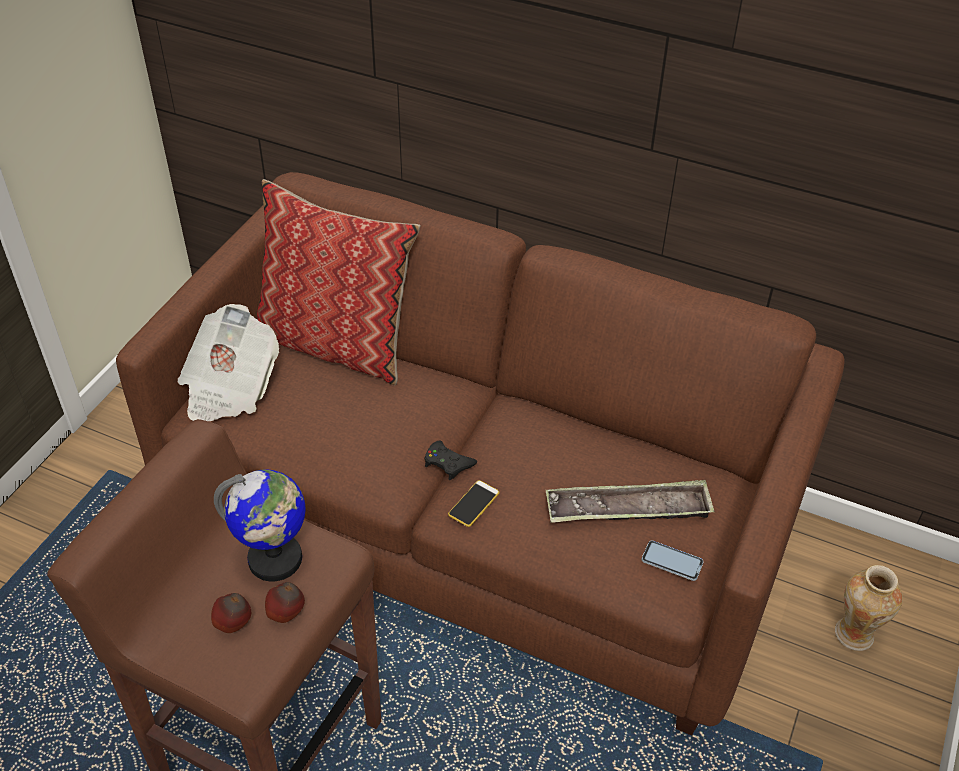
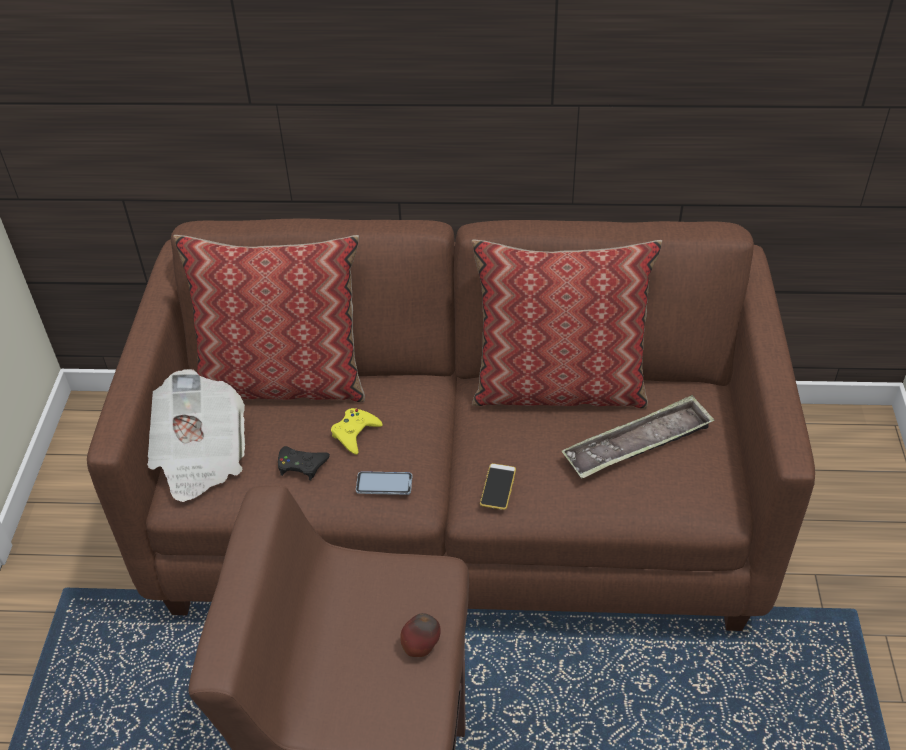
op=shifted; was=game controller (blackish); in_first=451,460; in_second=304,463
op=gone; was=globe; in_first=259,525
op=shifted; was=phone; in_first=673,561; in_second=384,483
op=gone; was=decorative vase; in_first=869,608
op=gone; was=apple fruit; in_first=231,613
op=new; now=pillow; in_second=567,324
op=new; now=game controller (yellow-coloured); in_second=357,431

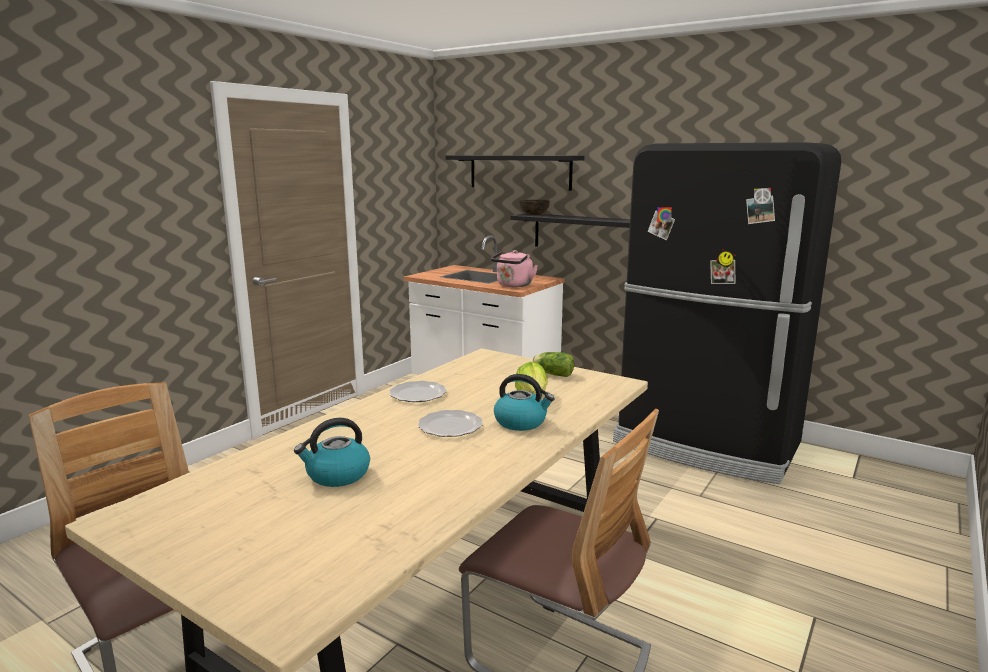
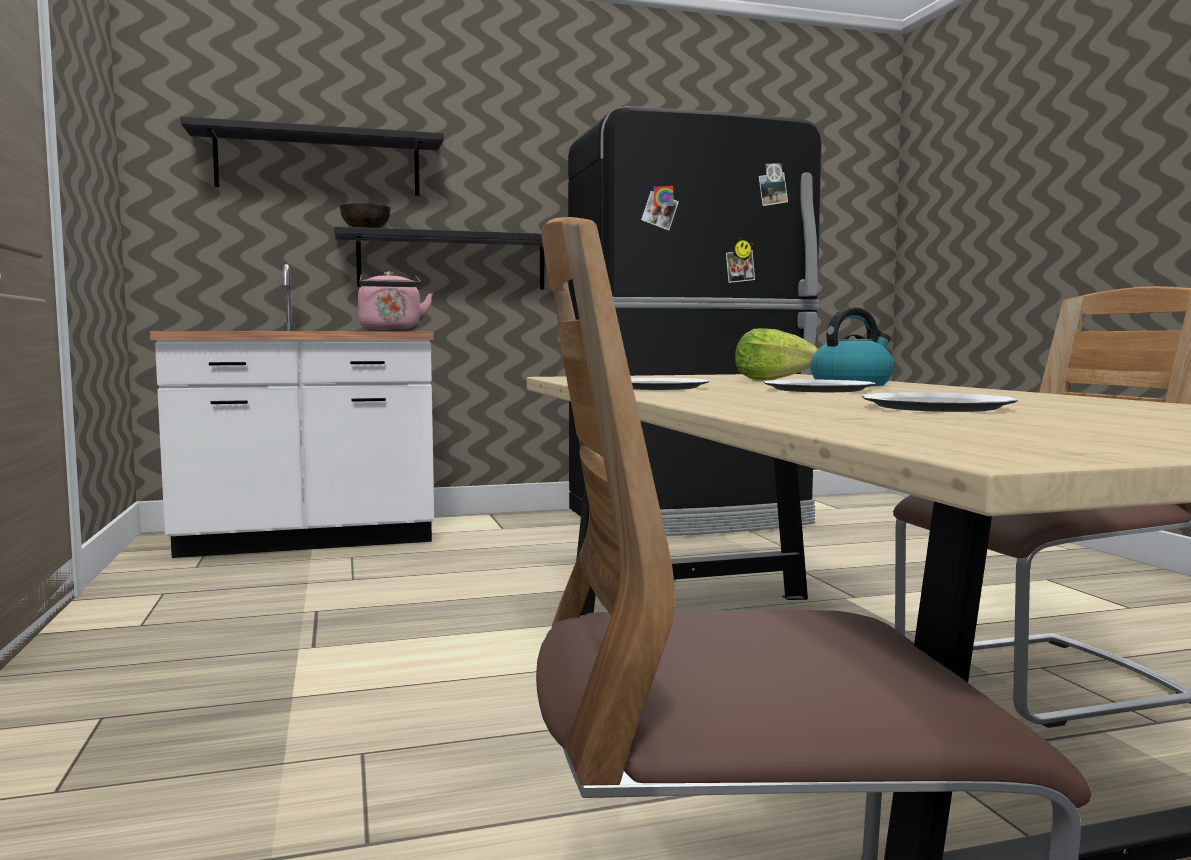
op=gone; was=lettuce; in_first=553,364
op=swapped; was=kettle; now=plate; in_first=332,452; in_second=940,402

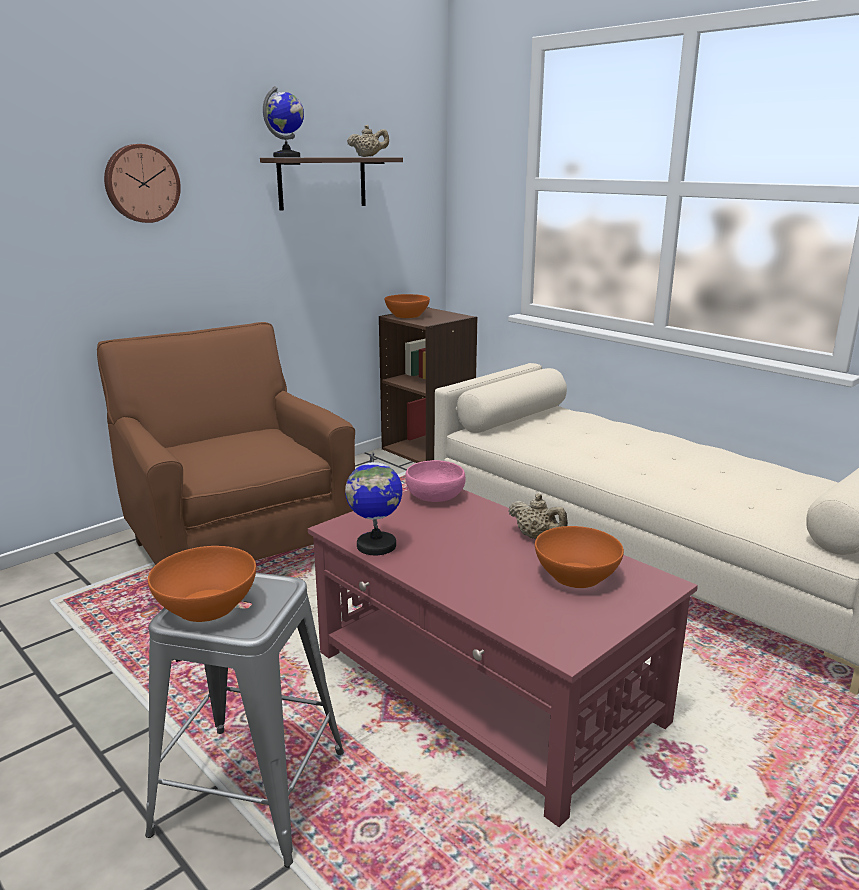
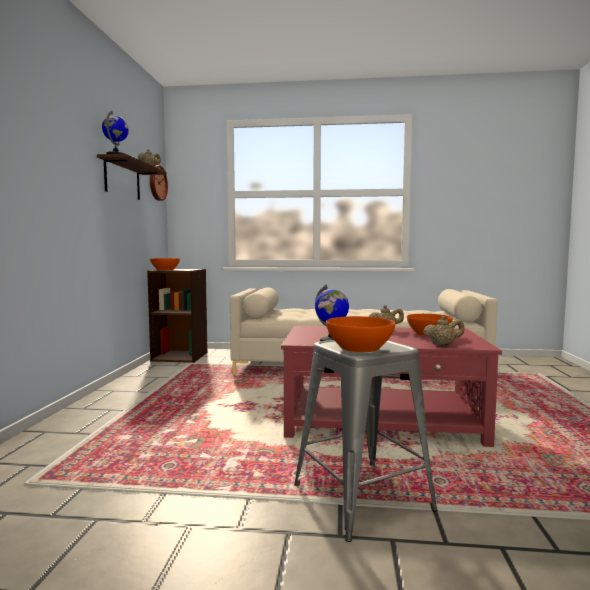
op=shifted; was=hanging clock; in_first=142,183; in_second=159,183
op=gone; was=lounge chair (brown-coloured); in_first=226,443
op=gone; was=bowl (pinkish); in_first=435,481
op=new; now=pot for tea (beige); in_second=443,331

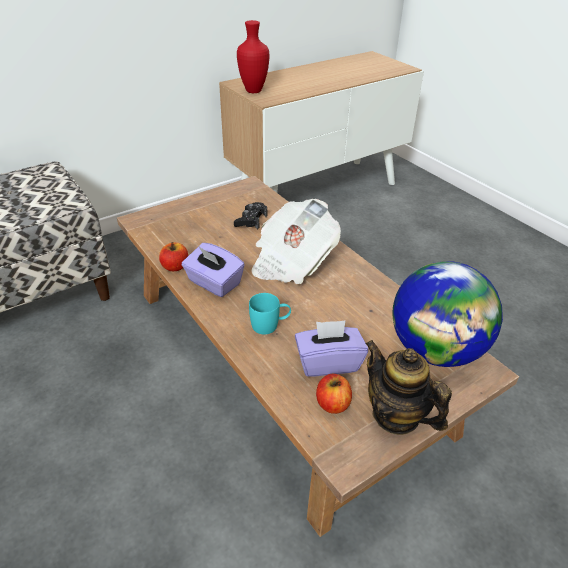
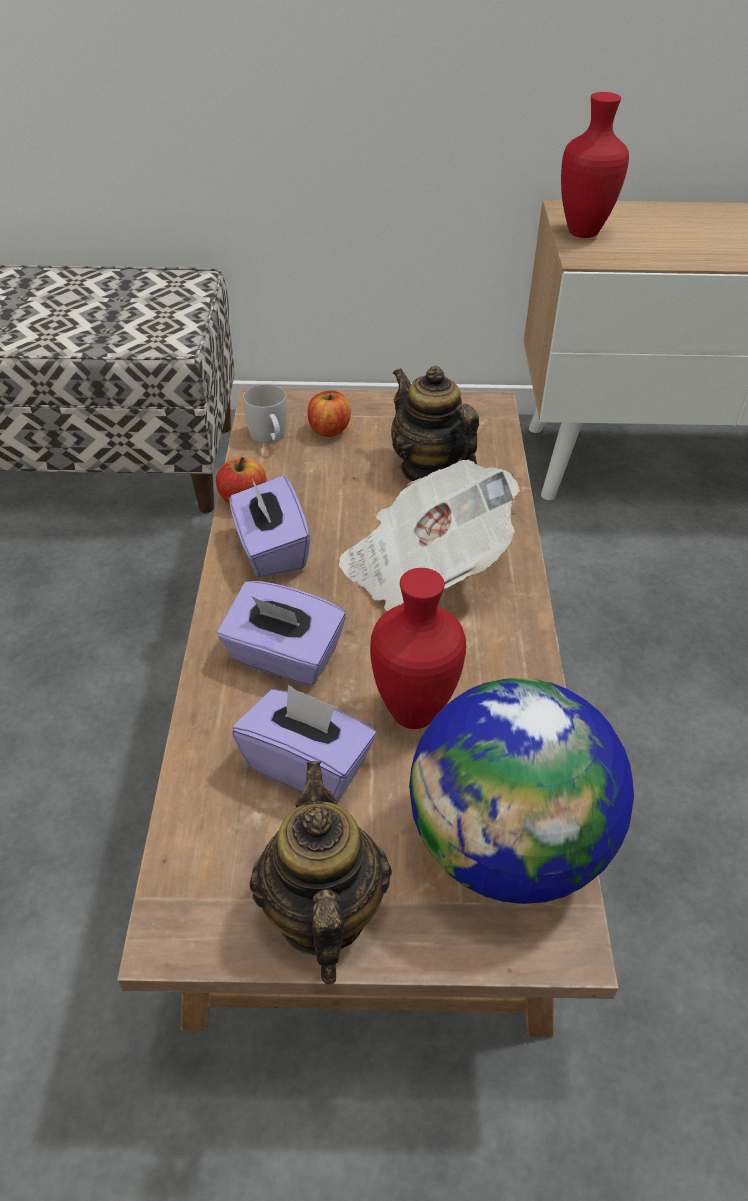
op=swapped; was=game controller (blackish); now=pot for tea; in_first=251,216; in_second=435,424
op=swapped; was=tea mug (blue-green); now=tissue box (purple-coloured); in_first=270,314; in_second=282,633
op=shifted; was=apple fruit; in_first=334,394; in_second=329,414
op=new; now=tea mug (white); in_second=265,413
op=new; now=decorative vase (reddish); in_second=418,648

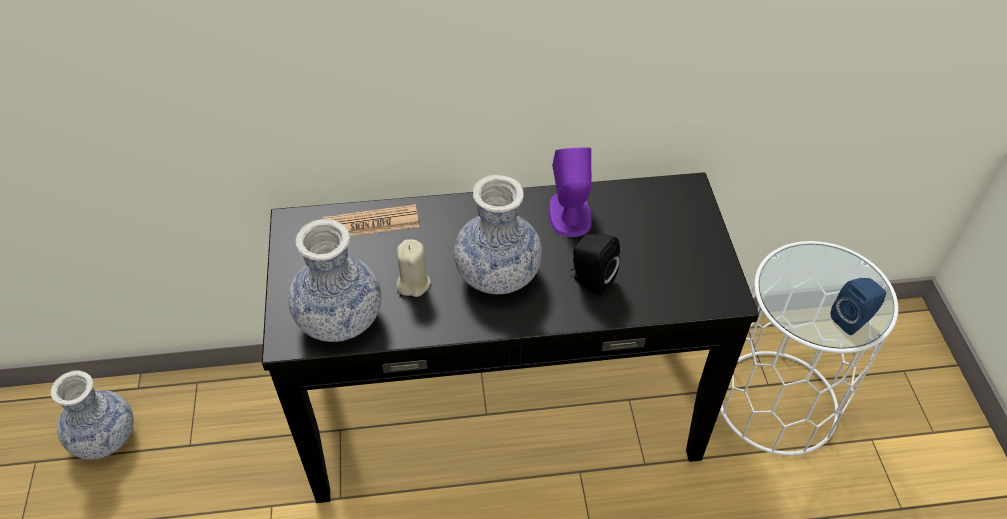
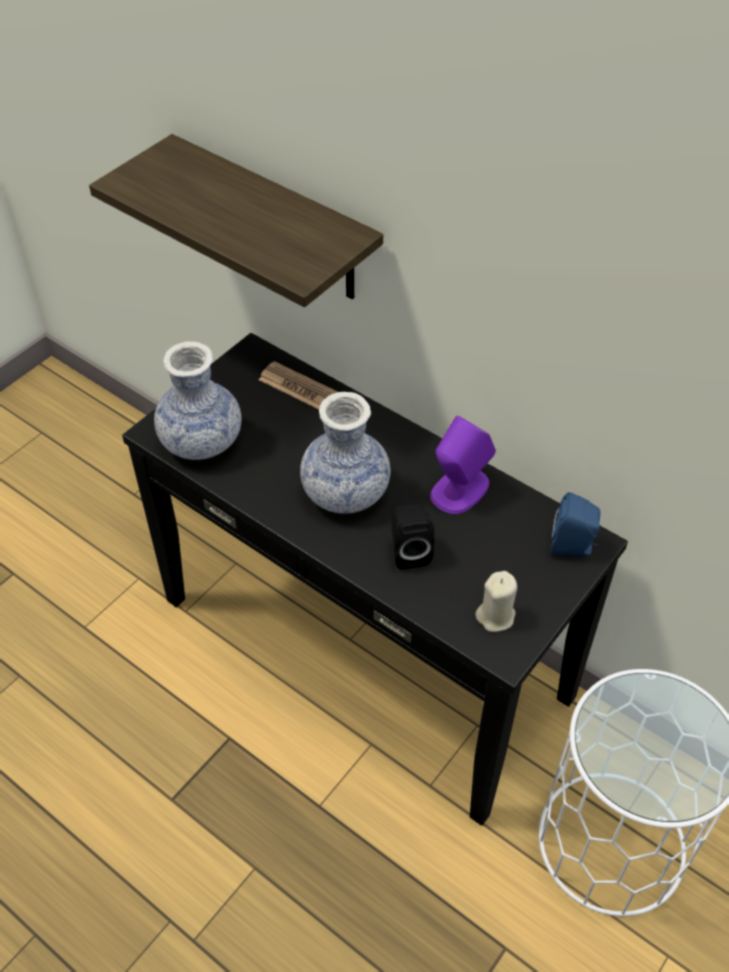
op=shifted; was=wax candle (beige); in_first=414,268; in_second=496,601
op=shifted; was=audio speaker (blue-coloured); in_first=858,306; in_second=575,524
op=gone; was=decorative vase; in_first=92,415
op=new; now=wall shelf; in_second=236,220

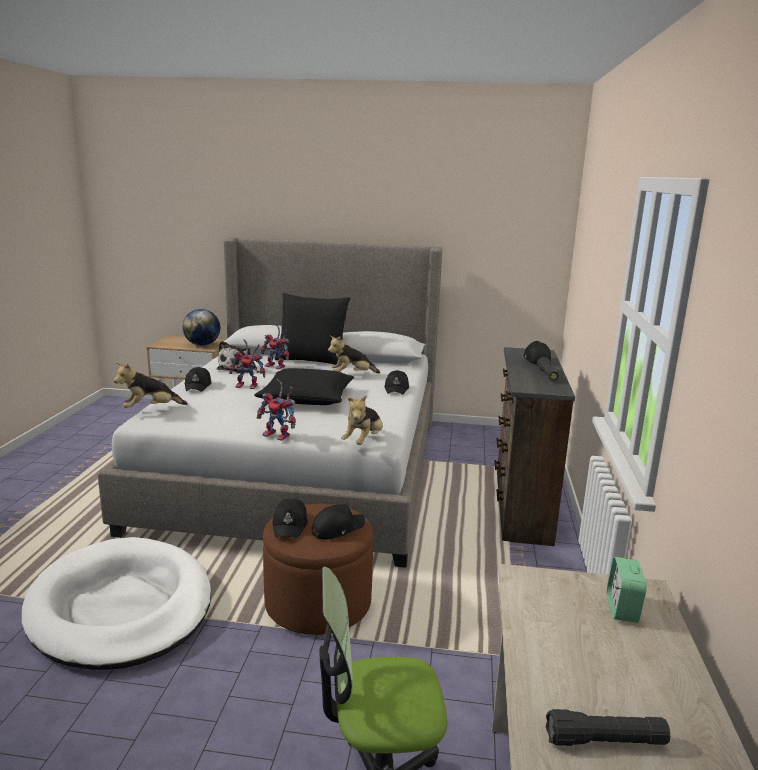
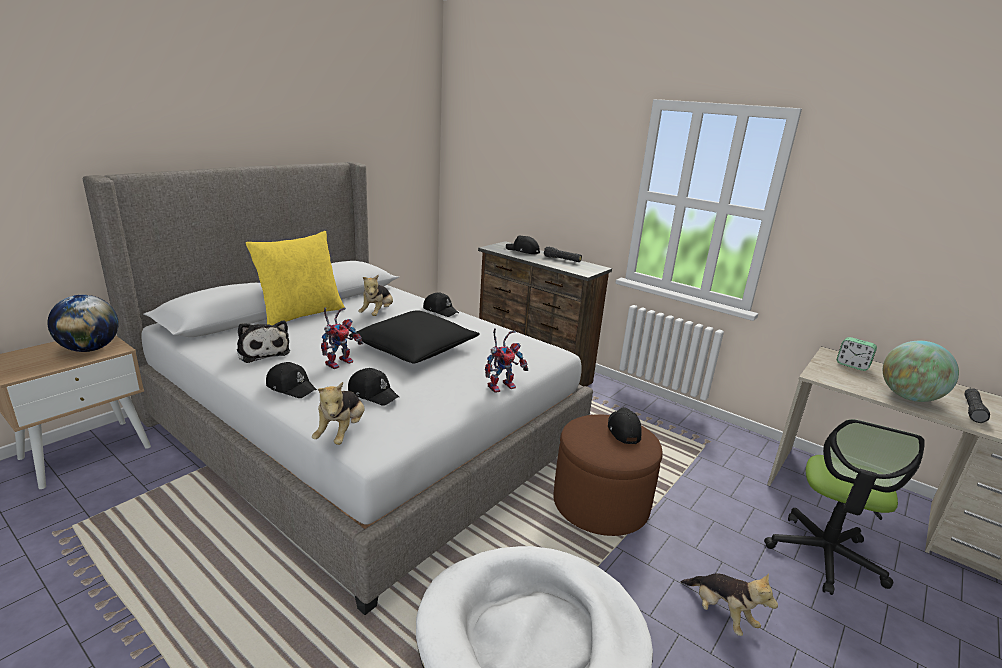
op=repainted; was=pillow (blackish); now=pillow (yellow-coloured); in_first=312,329; in_second=295,278
op=gone; was=model robot; in_first=275,346
op=shifted; was=cuddly toy; in_first=362,420; in_second=729,604
op=shifted; was=baseball cap (blackish); in_first=290,518; in_second=373,386
op=new; now=globe; in_second=921,371

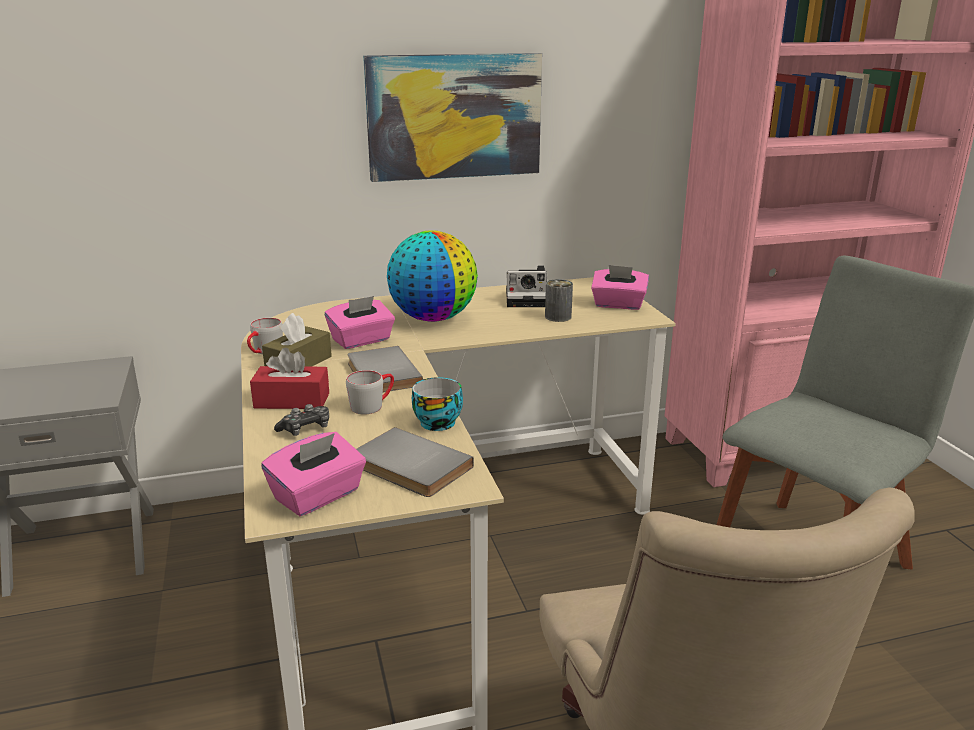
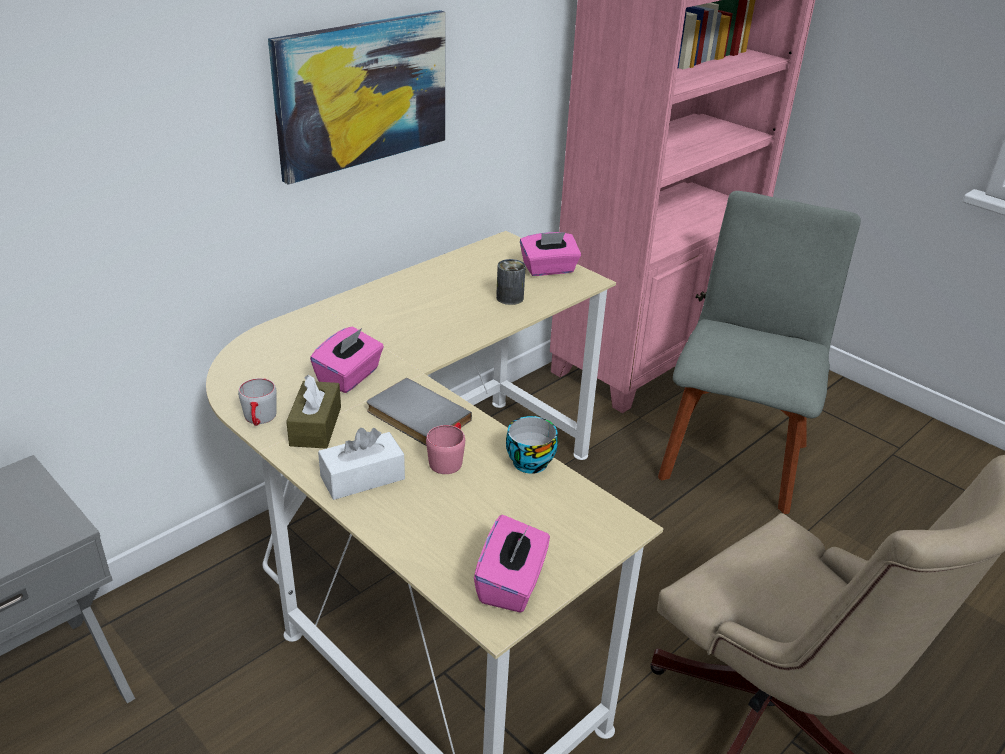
op=gone; was=globe; in_first=432,276
op=gone; was=still camera; in_first=526,286
op=repainted; was=tissue box (reddish); now=tissue box (white); in_first=289,378; in_second=361,464
op=repainted; was=tea mug (grey); now=tea mug (pinkish); in_first=370,392; in_second=445,448
op=gone; was=game controller; in_first=301,420
op=gone; was=volume (grey); in_first=415,462

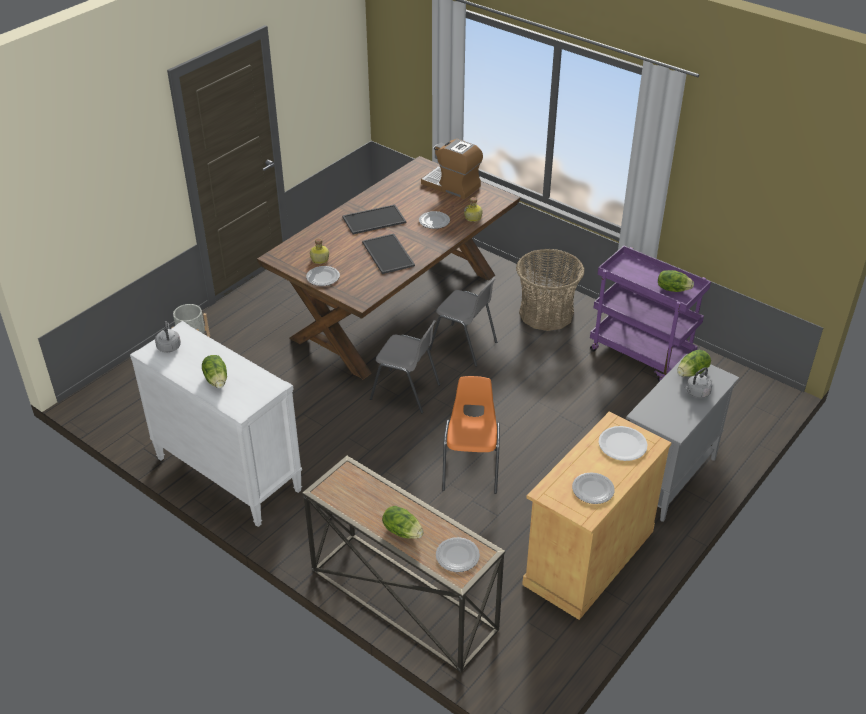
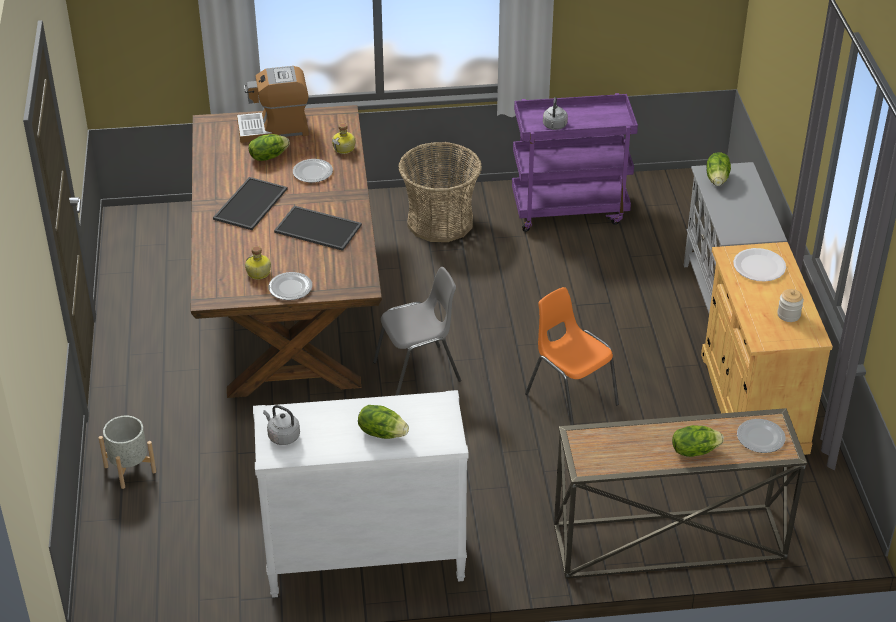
op=shifted; was=lettuce; in_first=676,281; in_second=269,147
op=gone; was=chair (grey); in_first=463,322
op=shifted; was=kettle (grey); in_first=698,382; in_second=555,113
op=swapped; was=plate; now=jar; in_first=593,488; in_second=790,305

